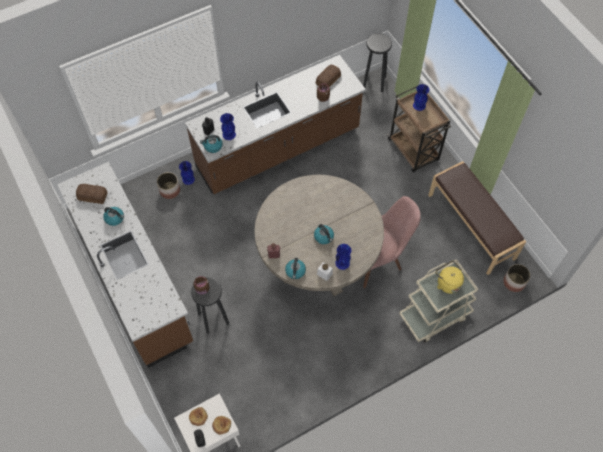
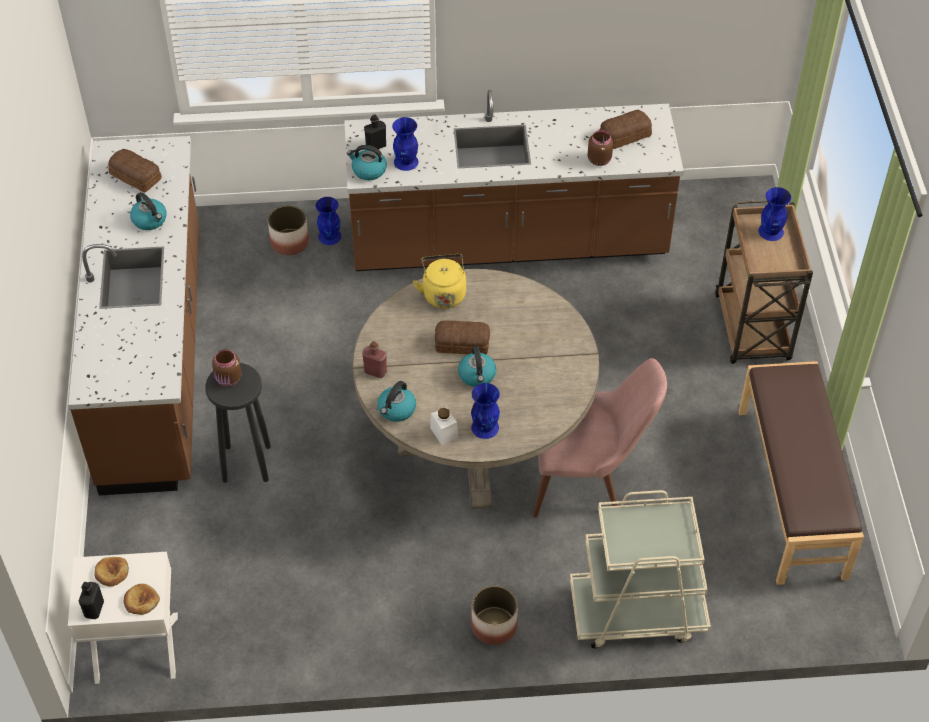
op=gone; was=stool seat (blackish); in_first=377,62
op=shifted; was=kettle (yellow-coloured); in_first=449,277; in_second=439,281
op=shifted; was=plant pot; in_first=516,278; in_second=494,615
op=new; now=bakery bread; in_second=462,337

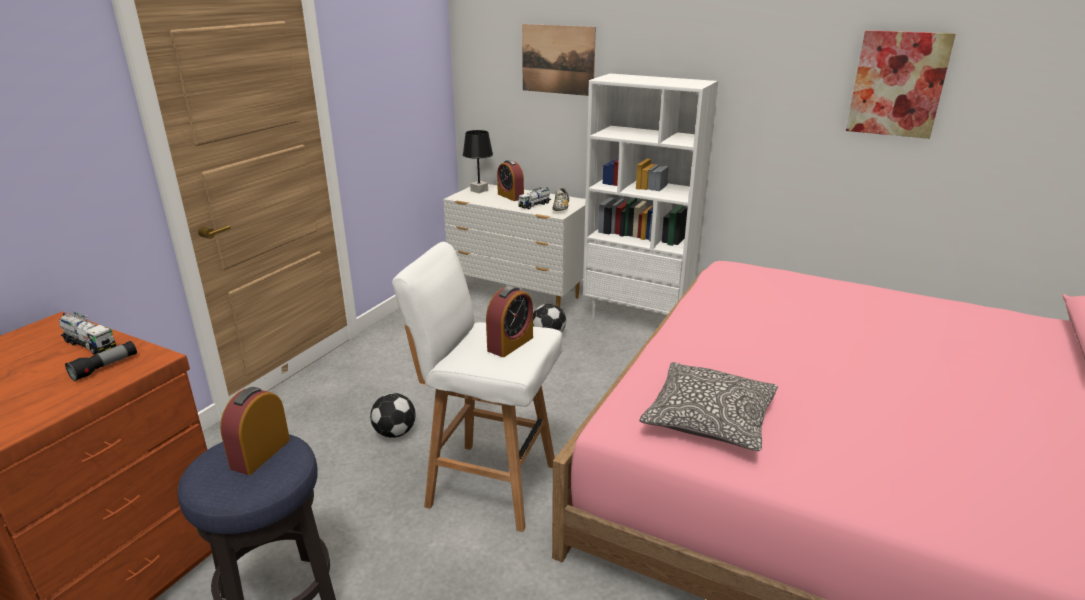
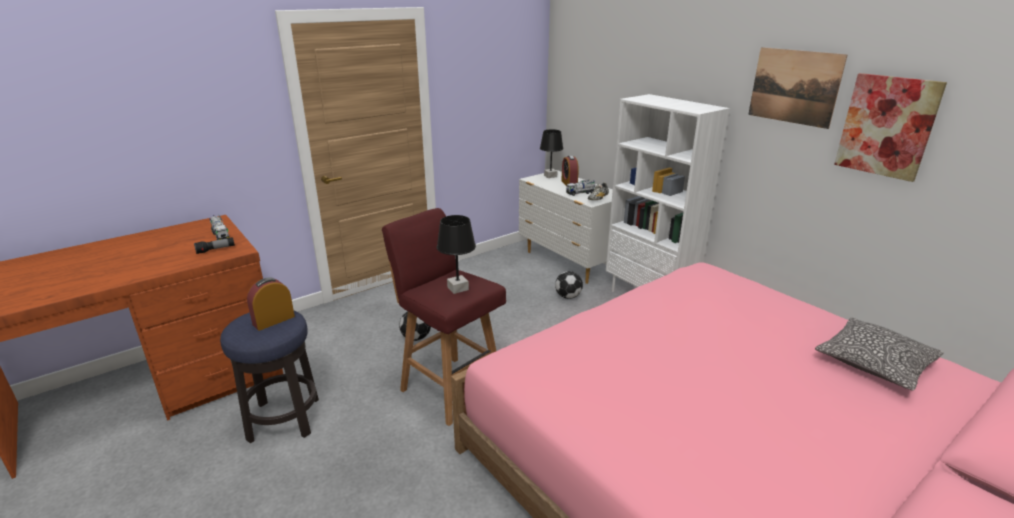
op=shifted; was=picture; in_first=559,60; in_second=797,88
op=repainted; was=stool seat (white); now=stool seat (reddish); in_first=477,387; in_second=444,317
op=swapped; was=alarm clock; now=table lamp (blackish); in_first=509,321; in_second=456,254
op=shifted; was=pillow; in_first=708,406; in_second=879,354

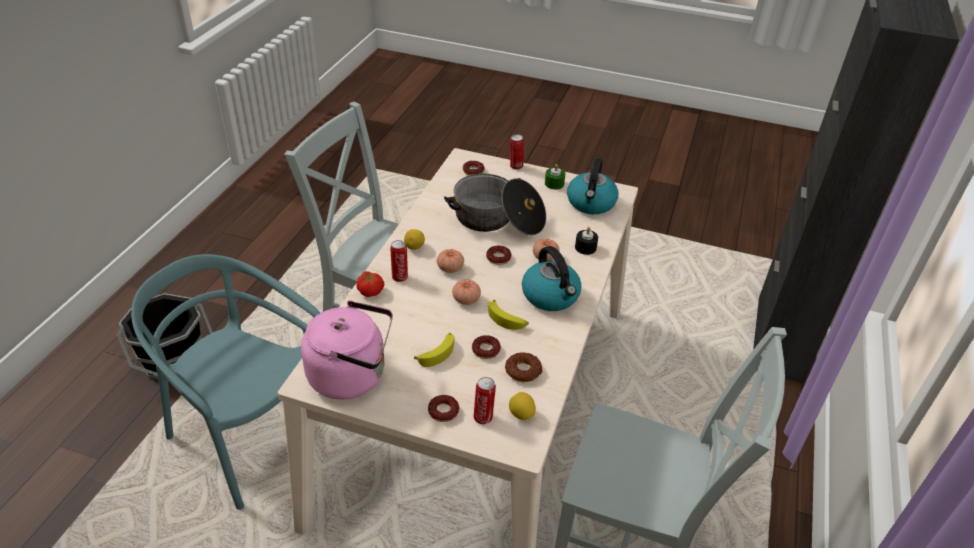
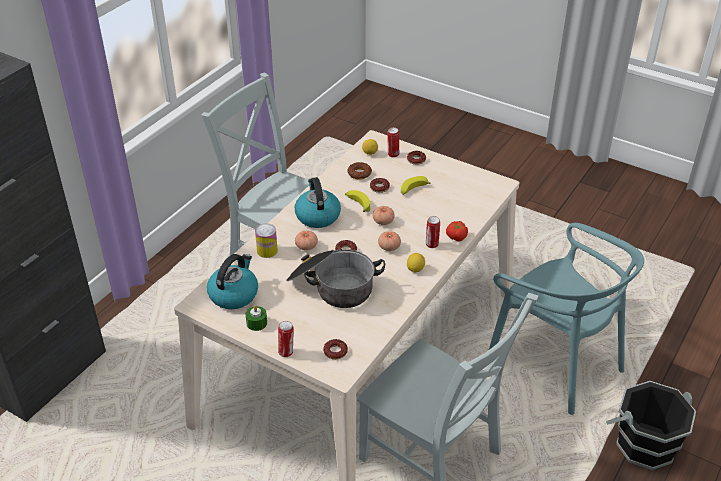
op=swapped; was=wax candle (blackish); now=can; in_first=586,241; in_second=266,240
op=gone; was=kettle (pinkish); in_first=347,349

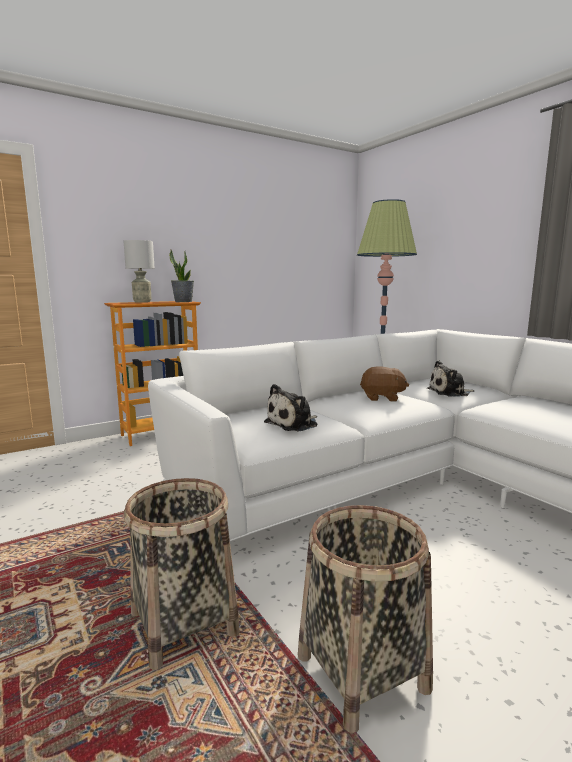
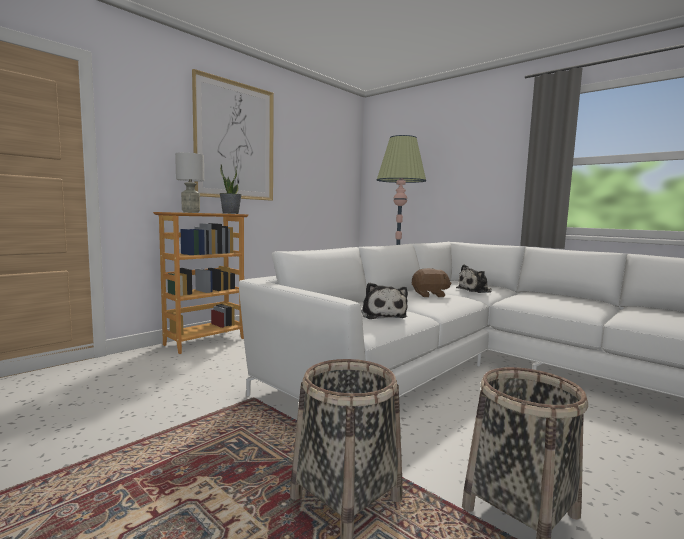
op=rotated; was=cuddly toy; in_first=290,407; in_second=384,300; clockwise=-45
op=new; now=picture; in_second=233,135

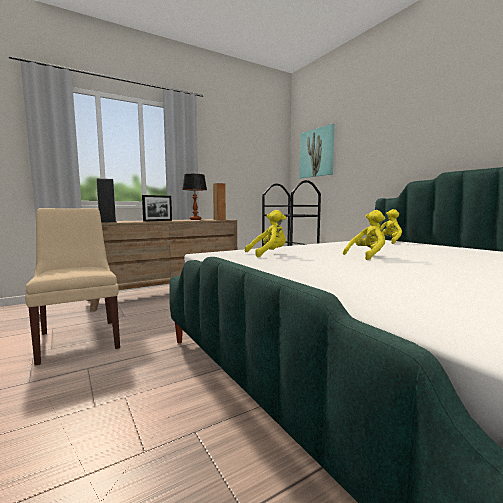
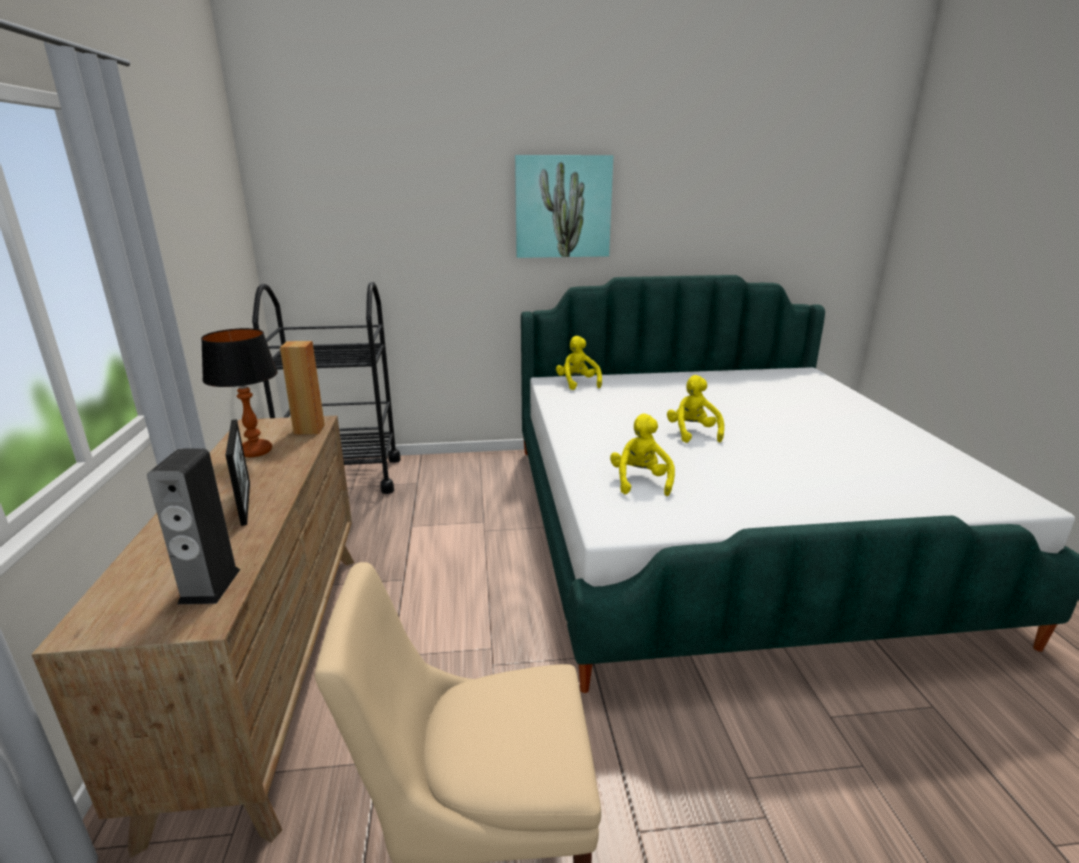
op=shifted; was=picture; in_first=317,151; in_second=564,206

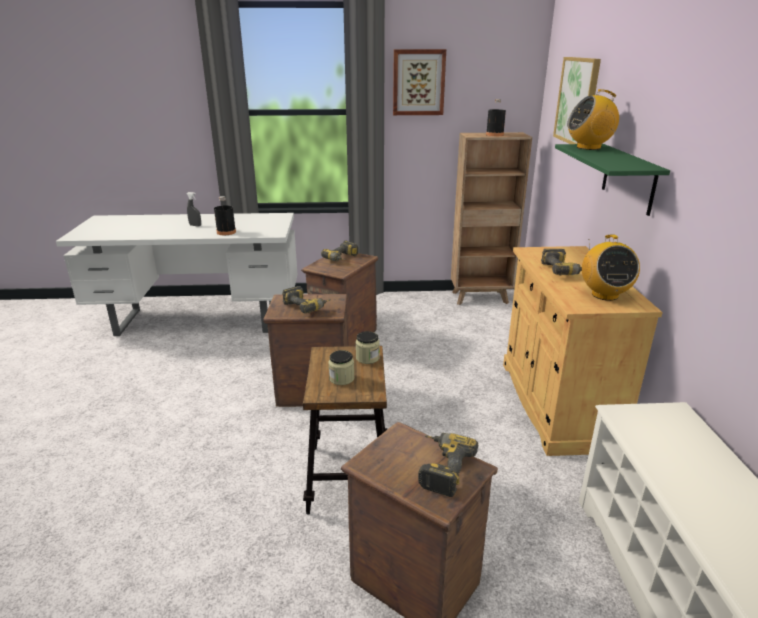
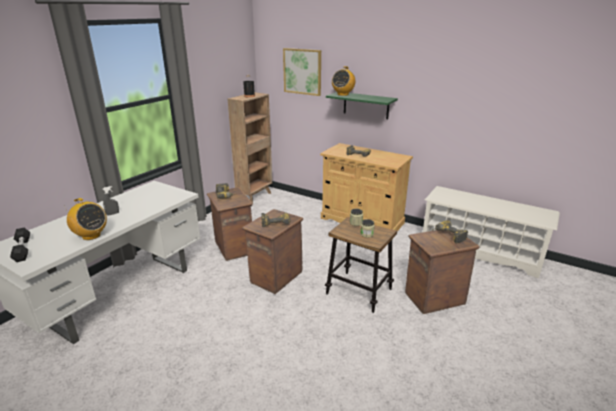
op=gone; was=picture; in_first=419,82
op=gone; was=bottle (blackish); in_first=225,215
op=shifted; was=radio receiver; in_first=611,268; in_second=85,219
op=new; now=hand weight (blackish); in_second=20,245

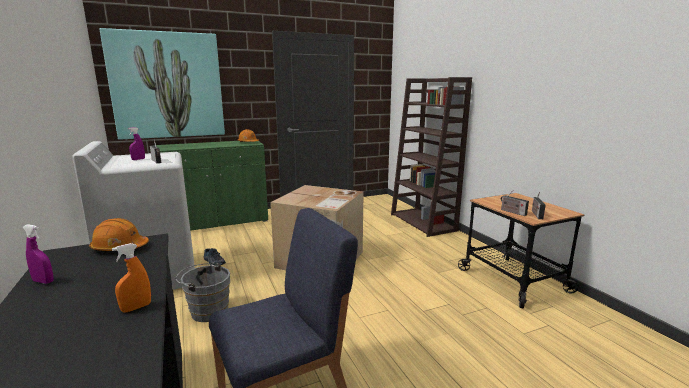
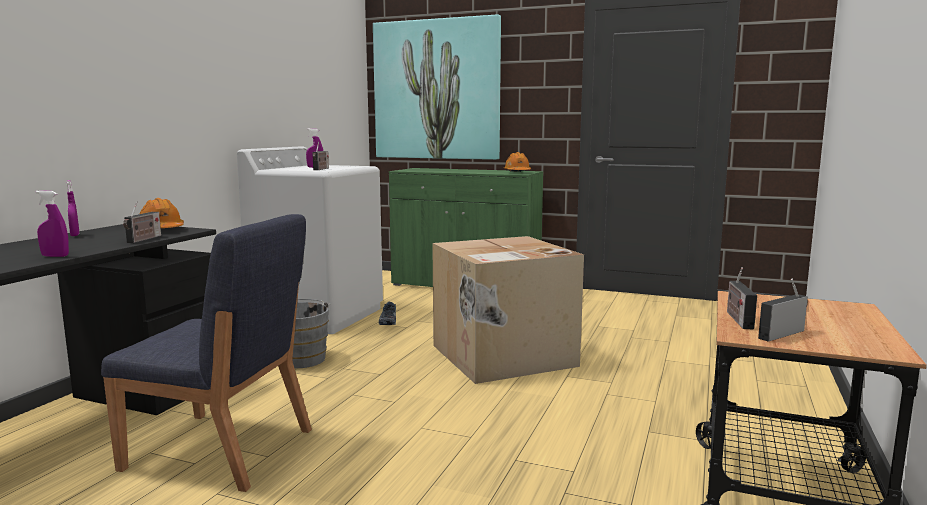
op=gone; was=bookshelf (brown-coloured); in_first=431,157
op=repainted; was=spray bottle (orangey); now=spray bottle (purple-coloured); in_first=131,277; in_second=52,223
op=new; now=radio receiver; in_second=142,222

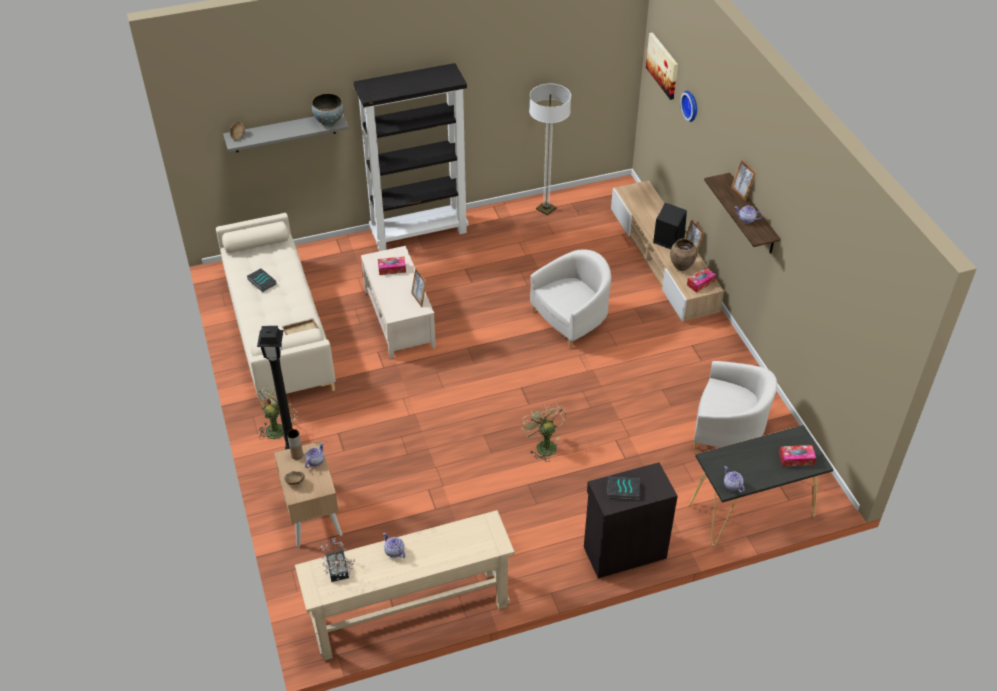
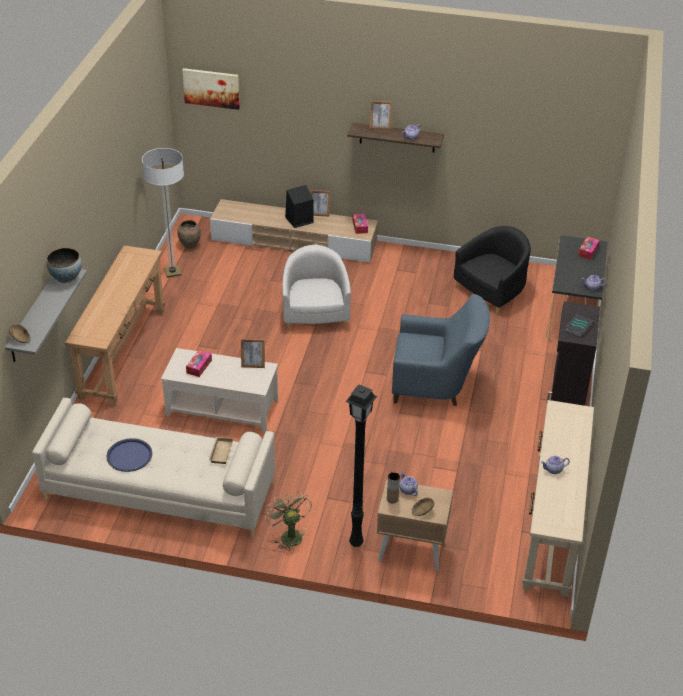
op=swapped; was=bookshelf (blackish); now=hall table (brown-coloured); in_first=411,157; in_second=115,325
op=gone; was=hanging clock; in_first=688,106
op=shifted; was=decorative vase (brown-coloured); in_first=683,254; in_second=189,234
op=swapped; was=volume; now=tray (blue-coloured); in_first=261,280; in_second=129,455
op=repainted; was=lounge chair (white); now=lounge chair (blackish); in_first=735,405; in_second=492,270
op=swapped; was=cooling fan (green); now=lounge chair (blue-coloured); in_first=543,433; in_second=441,350
op=gone; was=plant in a pot; in_first=338,560

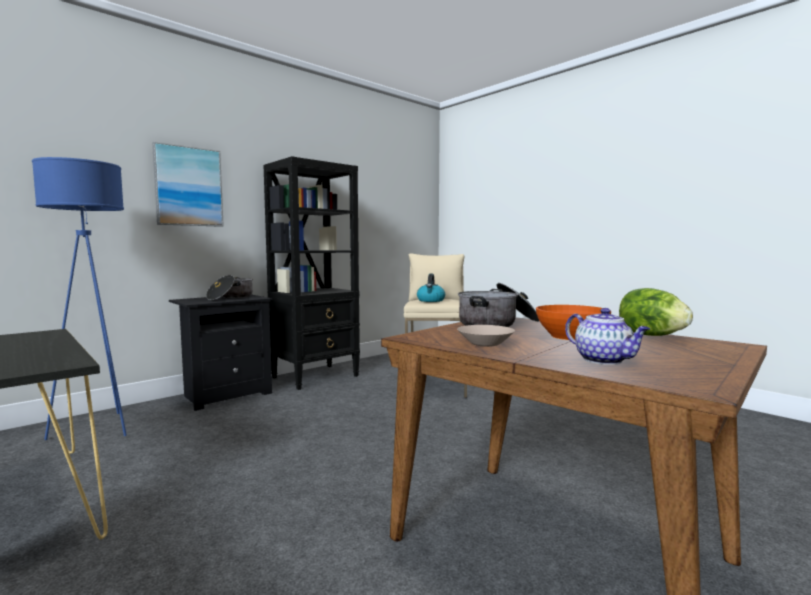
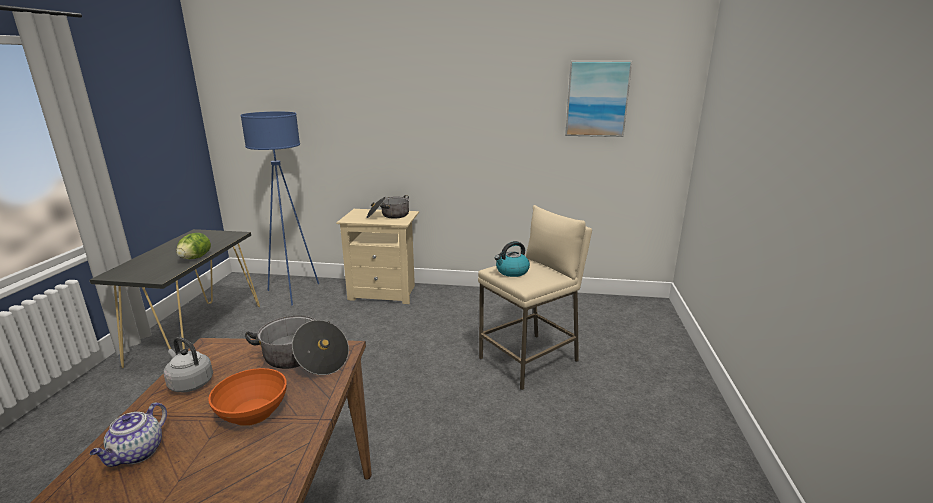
op=shifted; was=picture; in_first=188,184; in_second=598,99
op=gone; was=bookshelf (blackish); in_first=311,273
op=shifted; was=lettuce; in_first=656,312; in_second=193,246
op=repainted; was=night table (blackish); now=night table (beige); in_first=221,353; in_second=377,256
op=swapped; was=bowl (beige); now=kettle (grey); in_first=486,336; in_second=188,364

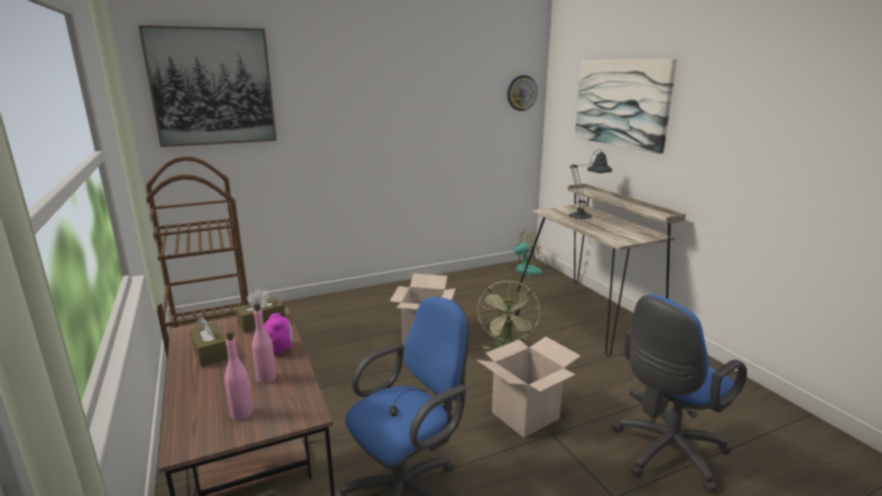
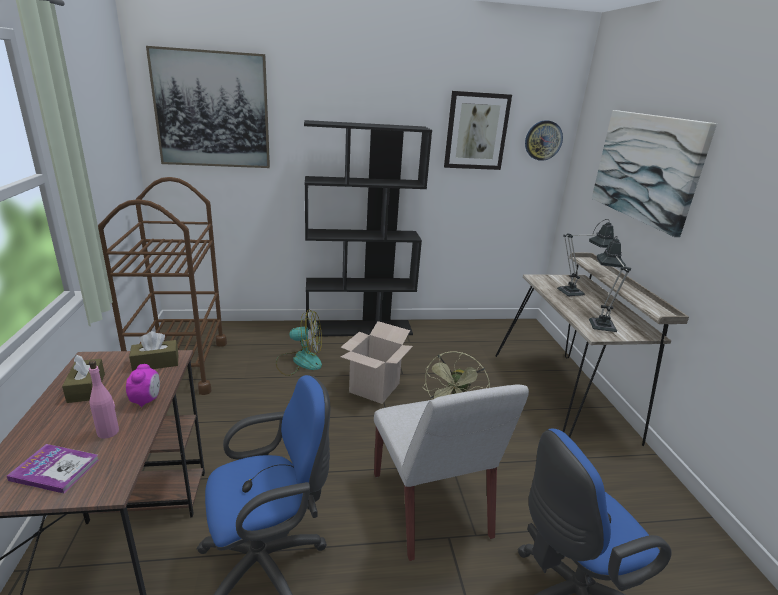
op=shifted; was=cooling fan; in_first=523,254; in_second=299,343
op=swapped; was=bottle (pinkish); now=volume; in_first=239,375; in_second=53,468
op=swapped; was=carton; now=chair (white); in_first=529,387; in_second=451,472
op=new; now=picture; in_second=478,130
op=new; now=bookshelf (blackish); in_second=368,228
op=new; now=table lamp; in_second=610,284

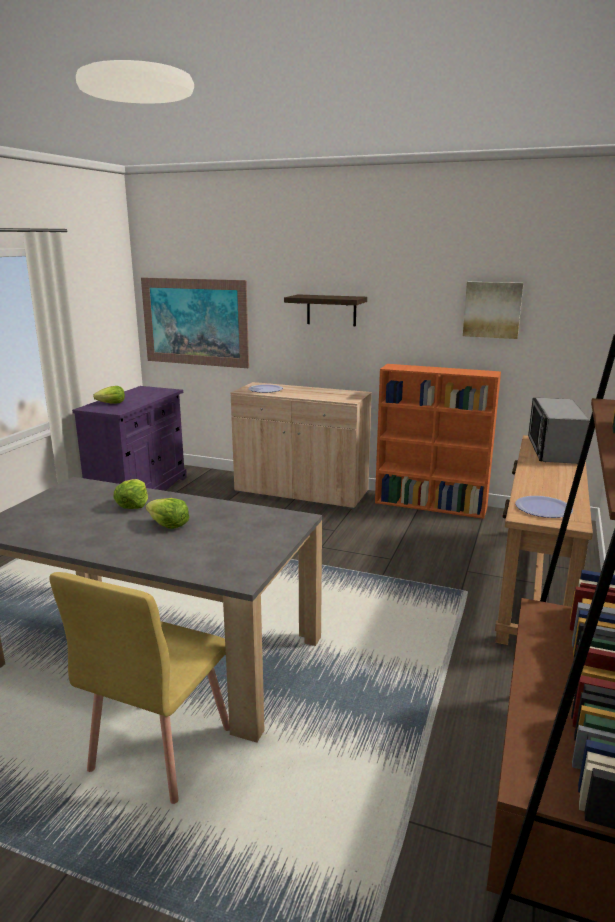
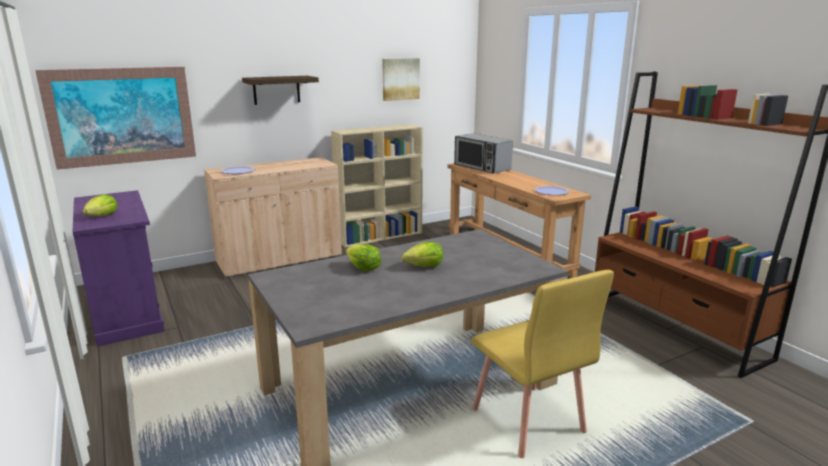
op=repainted; was=bookshelf (orangey); now=bookshelf (beige); in_first=438,441; in_second=377,186

